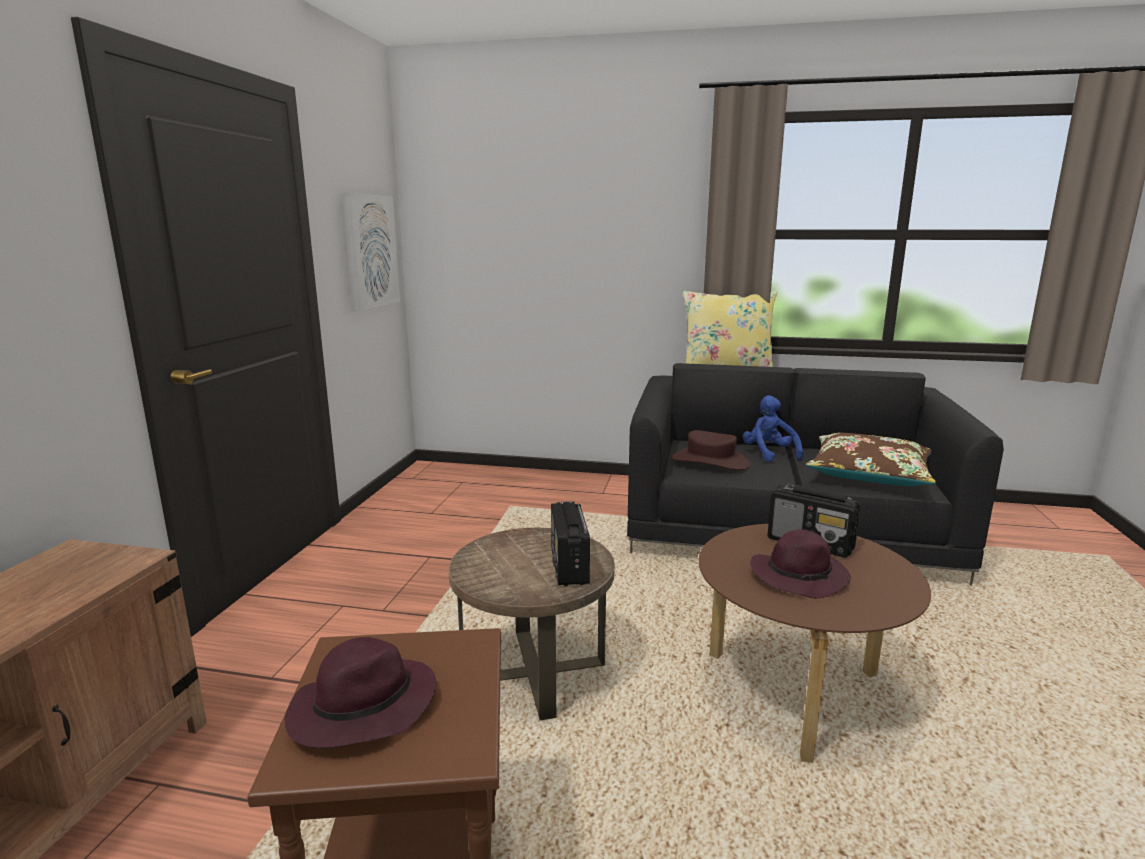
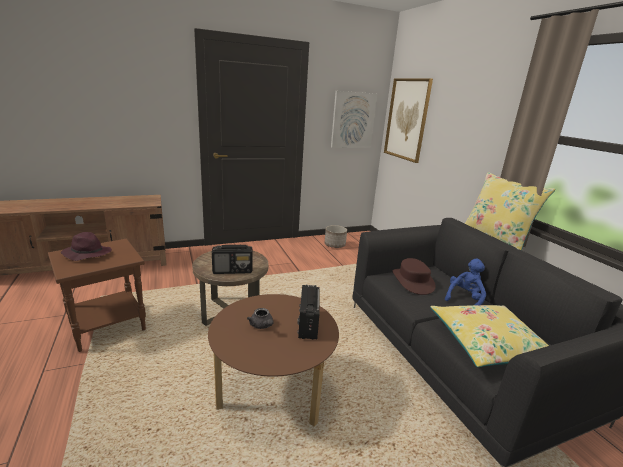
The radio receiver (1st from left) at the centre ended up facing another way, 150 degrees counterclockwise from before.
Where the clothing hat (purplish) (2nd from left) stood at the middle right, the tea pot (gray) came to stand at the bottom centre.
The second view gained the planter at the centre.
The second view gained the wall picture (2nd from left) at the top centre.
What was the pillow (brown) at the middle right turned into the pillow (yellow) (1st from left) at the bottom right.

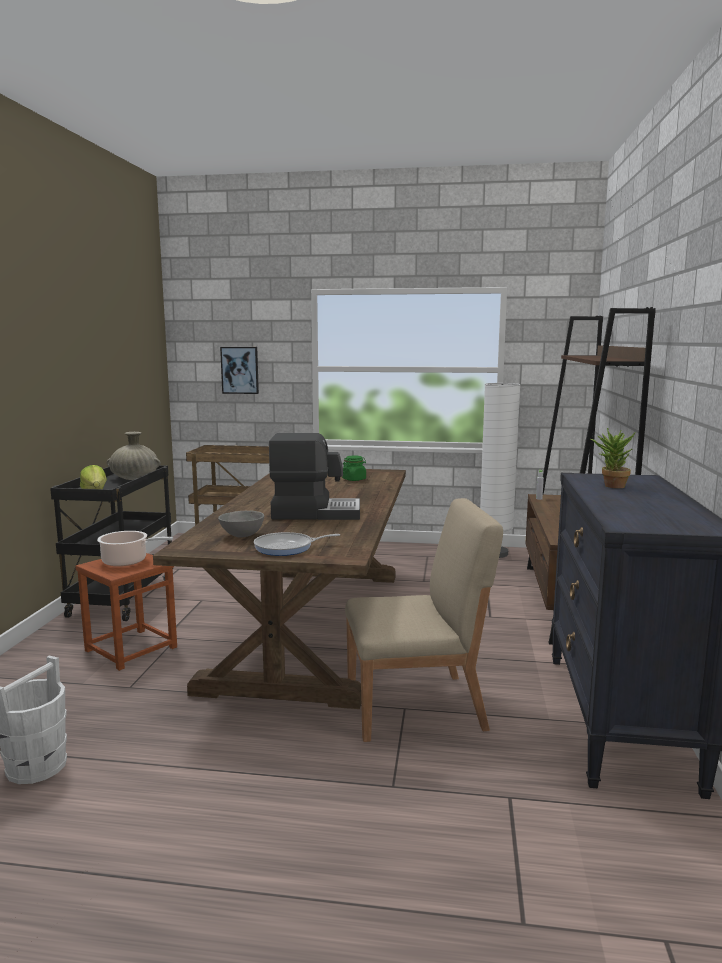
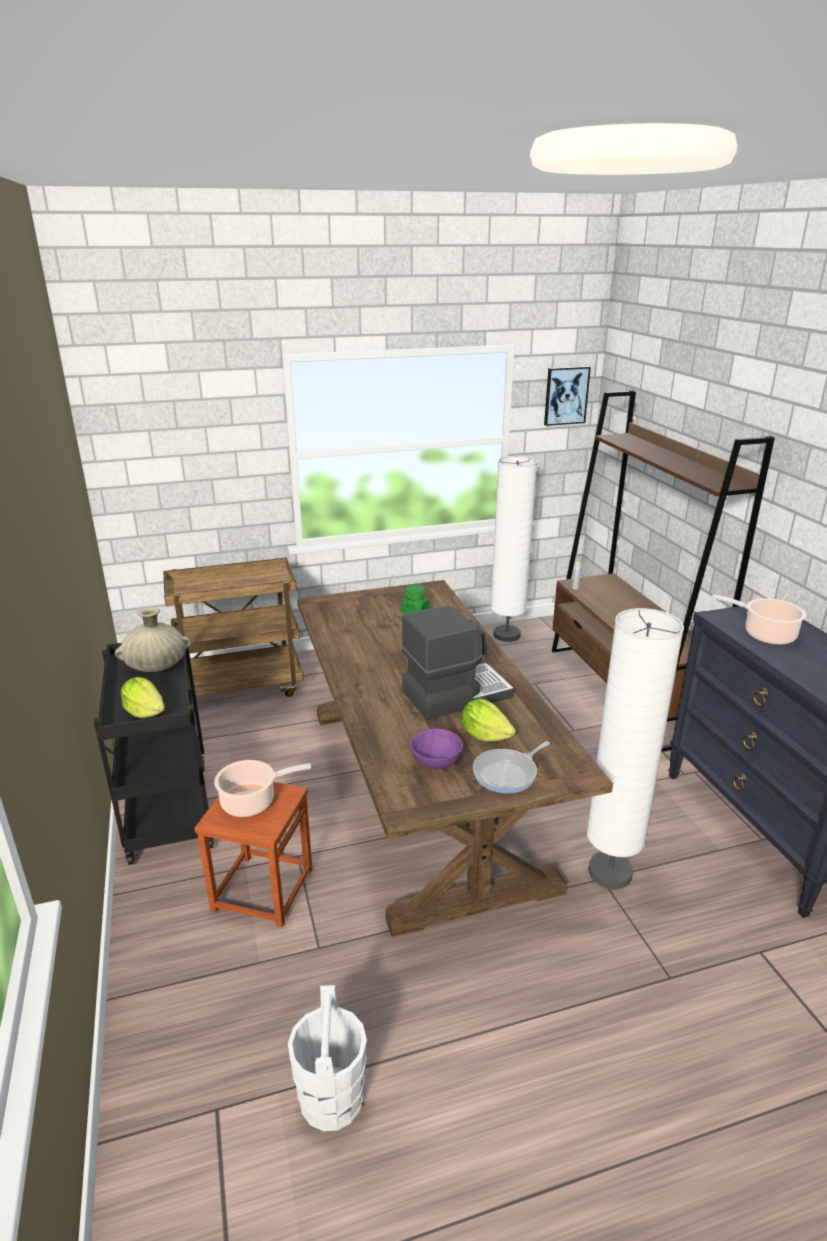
What was the serving bowl (gray) at the centre turned into the serving bowl (purplish) at the centre.
The second view gained the lettuce (2nd from left) at the centre.
The wall picture ended up elsewhere, having gone from the middle left to the top right.
Where the plain chair (beige) stood at the centre, the standard lamp (white) (2nd from left) came to stand at the middle right.
Where the plant in a pot stood at the middle right, the cooking pot (2nd from left) came to stand at the middle right.

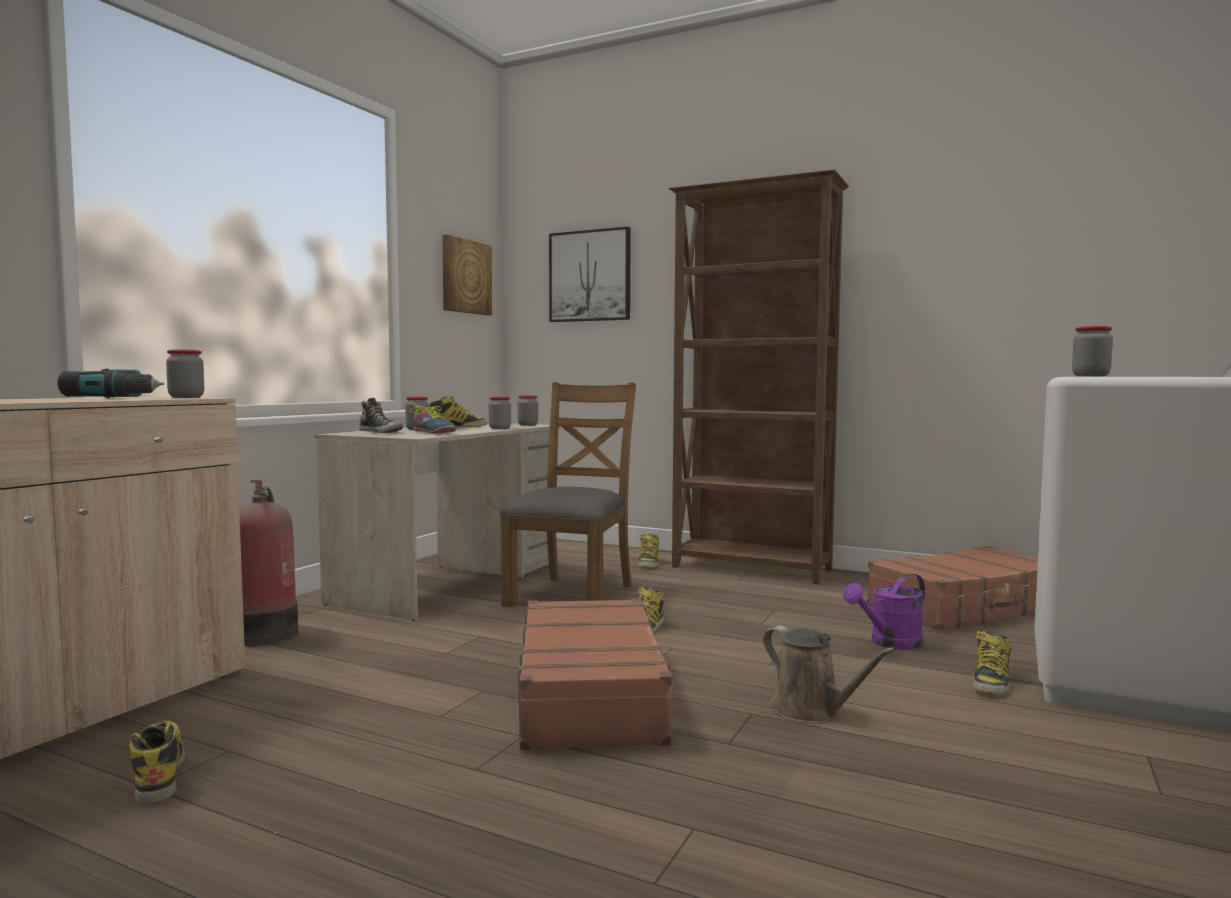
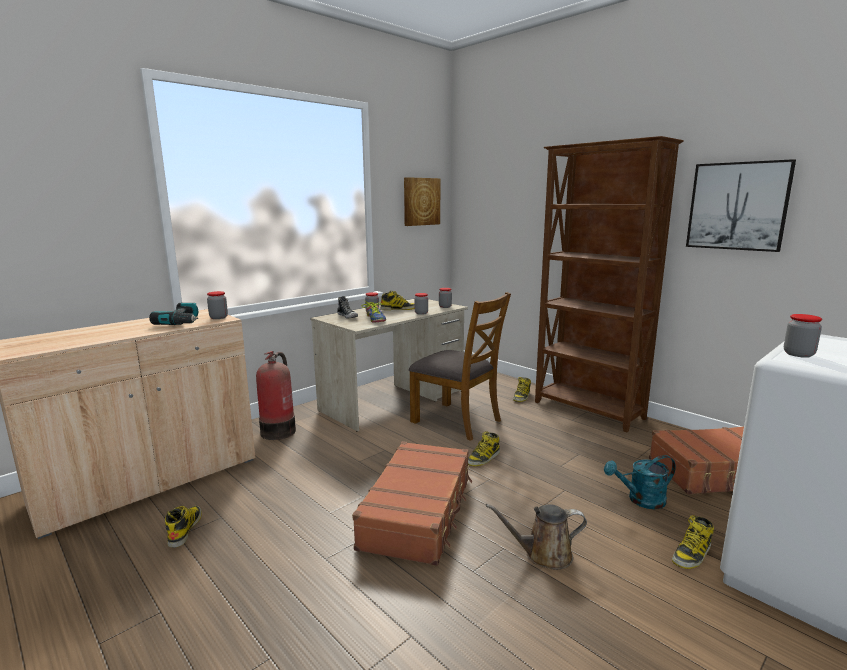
The plain chair (brown) at the centre ended up facing another way, 90 degrees clockwise from before.
The watering can (brown) at the bottom right ended up facing another way, 105 degrees clockwise from before.
What was the watering can (purplish) at the bottom right turned into the watering can (turquoise) at the bottom right.
The wall picture (2nd from left) ended up elsewhere, having gone from the top centre to the top right.

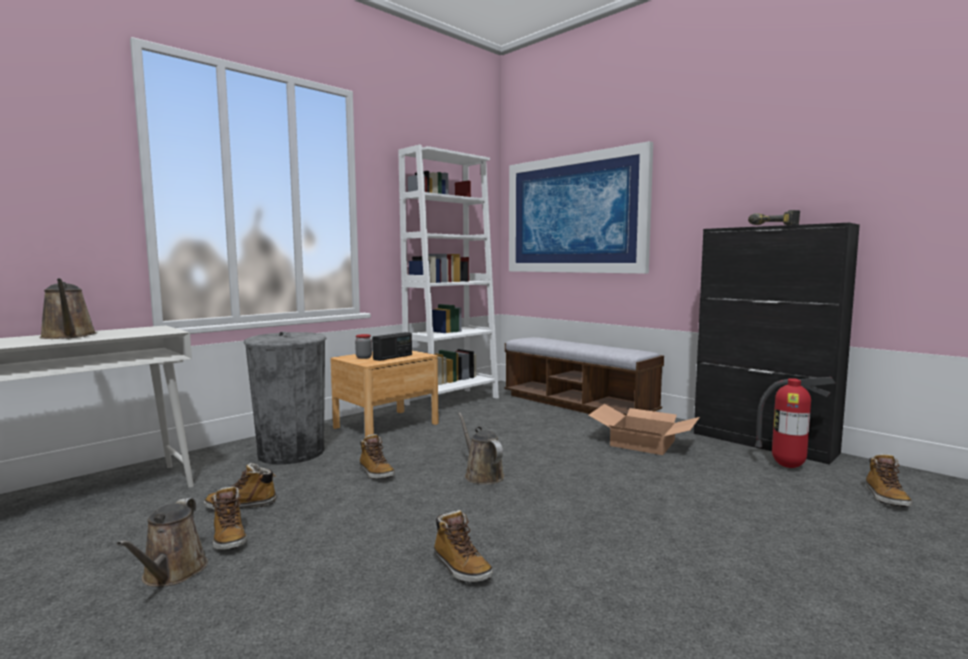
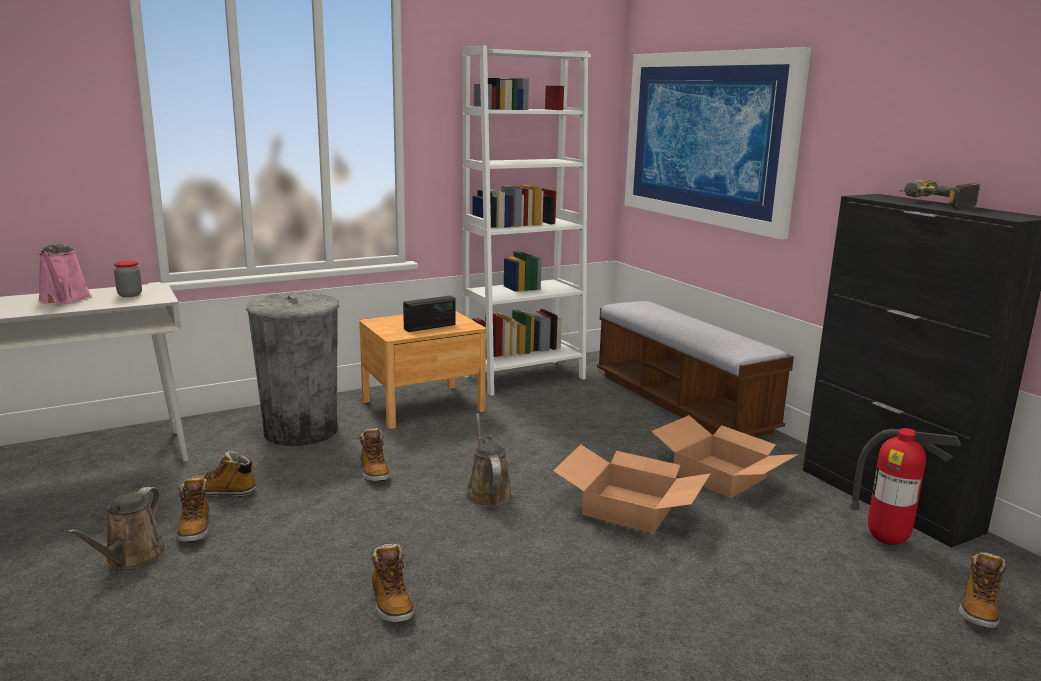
What was the watering can (brown) (1st from left) at the middle left turned into the watering can (pinkish) at the middle left.
The preserve jar ended up elsewhere, having gone from the centre to the middle left.
The second view gained the carton (1st from left) at the bottom centre.

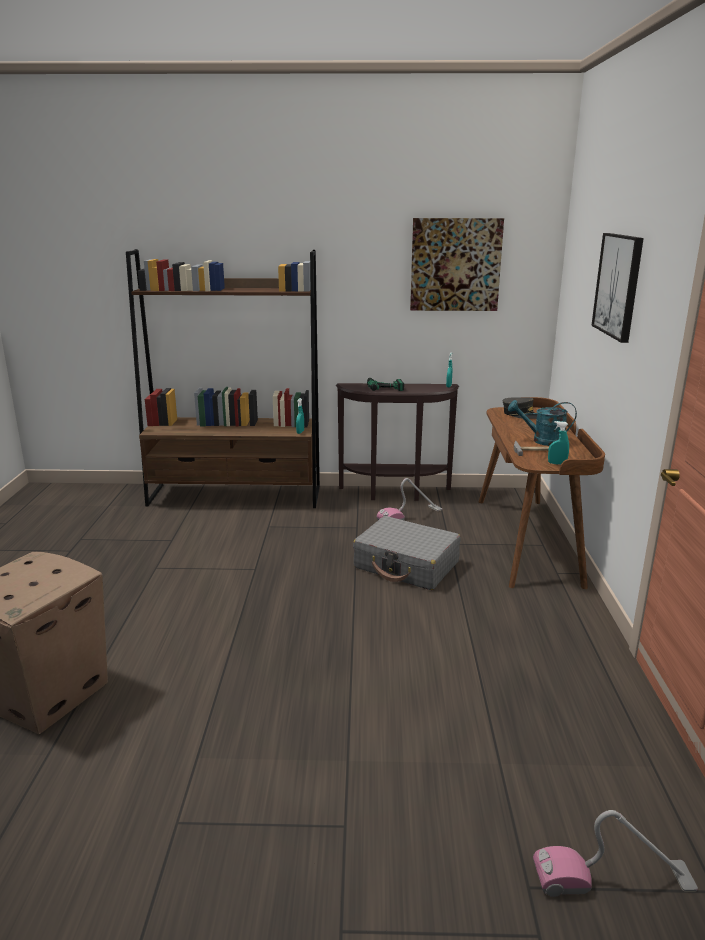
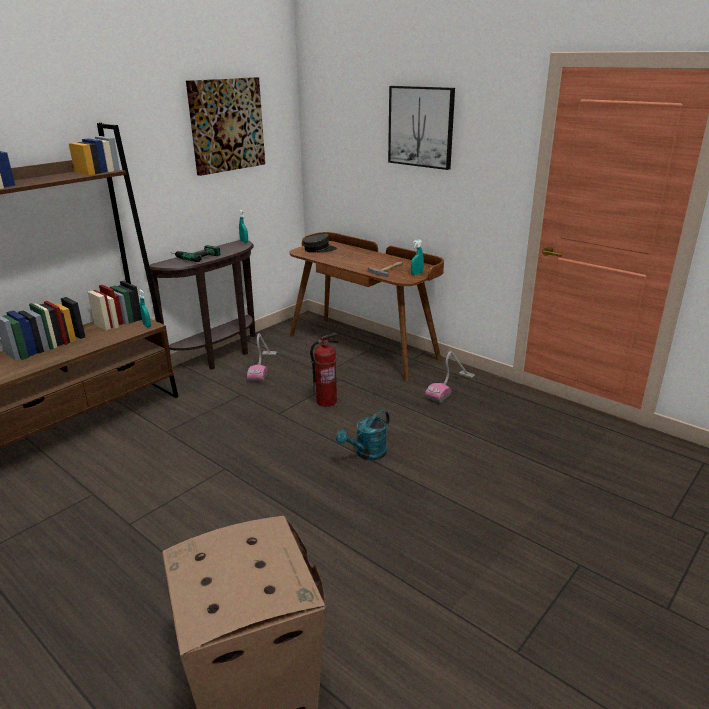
Where the piece of luggage (gray) stood at the centre, the fire-fighting cylinder came to stand at the centre.
The watering can (turquoise) ended up elsewhere, having gone from the middle right to the centre.
The hoover (2nd from left) ended up elsewhere, having gone from the bottom right to the centre.

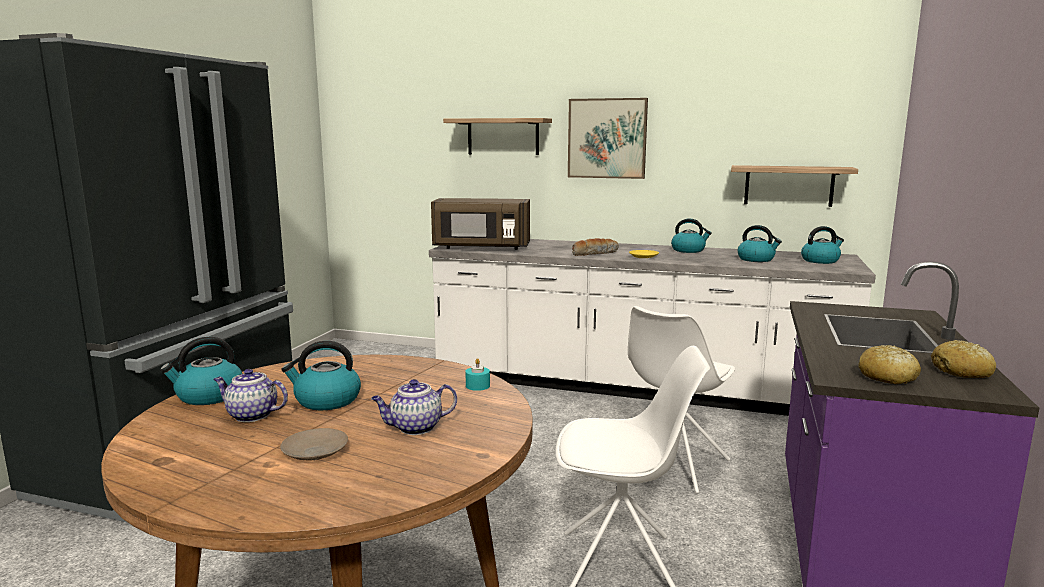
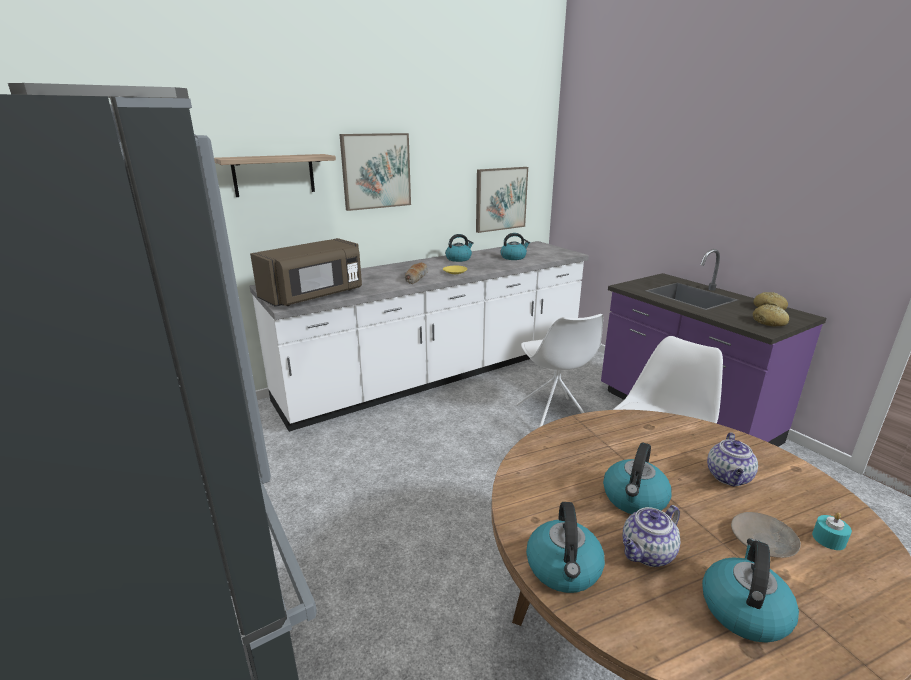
Where the shelf (2nd from left) hung at the top right, the wall picture (2nd from left) came to hang at the top centre.
The tea kettle (5th from left) ended up elsewhere, having gone from the middle right to the bottom right.
The wax candle (turquoise) ended up elsewhere, having gone from the centre to the bottom right.

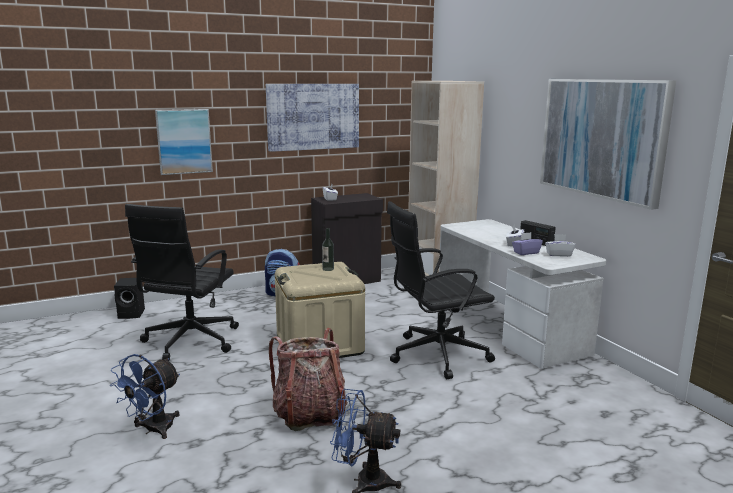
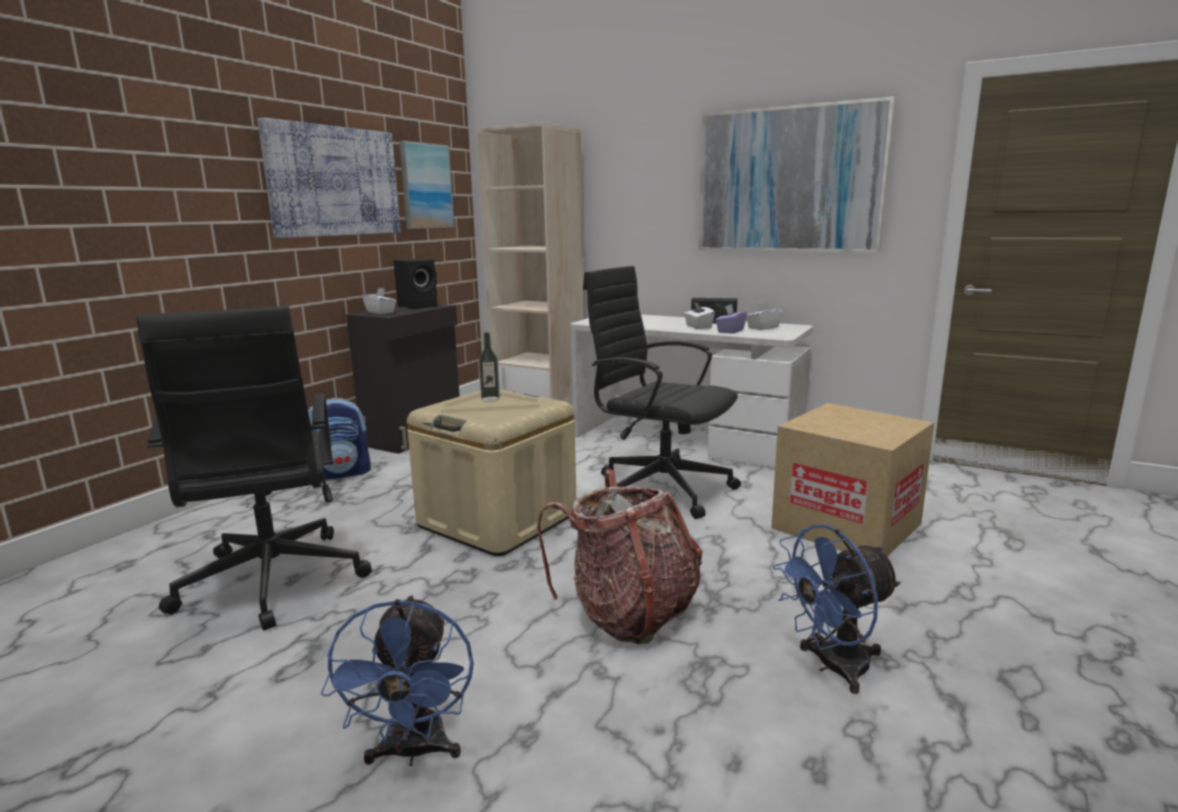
The loudspeaker (blackish) ended up elsewhere, having gone from the middle left to the centre.
The wall picture (1st from left in the first image) ended up elsewhere, having gone from the top left to the top centre.
The office chair (blackish) (2nd from left) at the centre ended up facing another way, 90 degrees clockwise from before.
The second view gained the carton at the middle right.

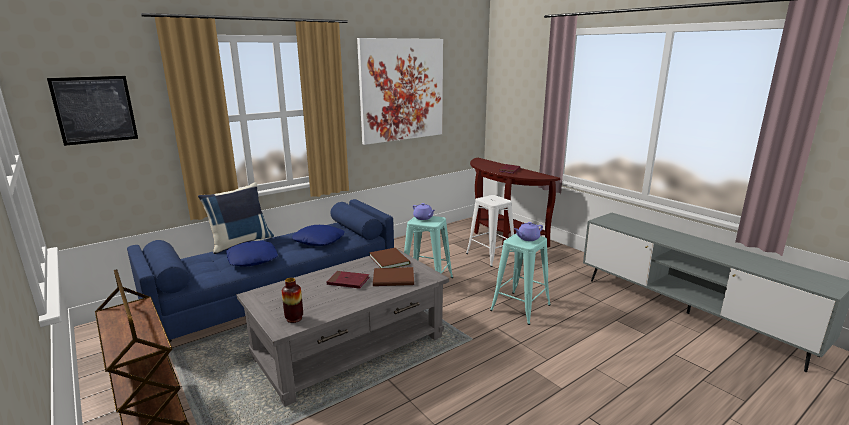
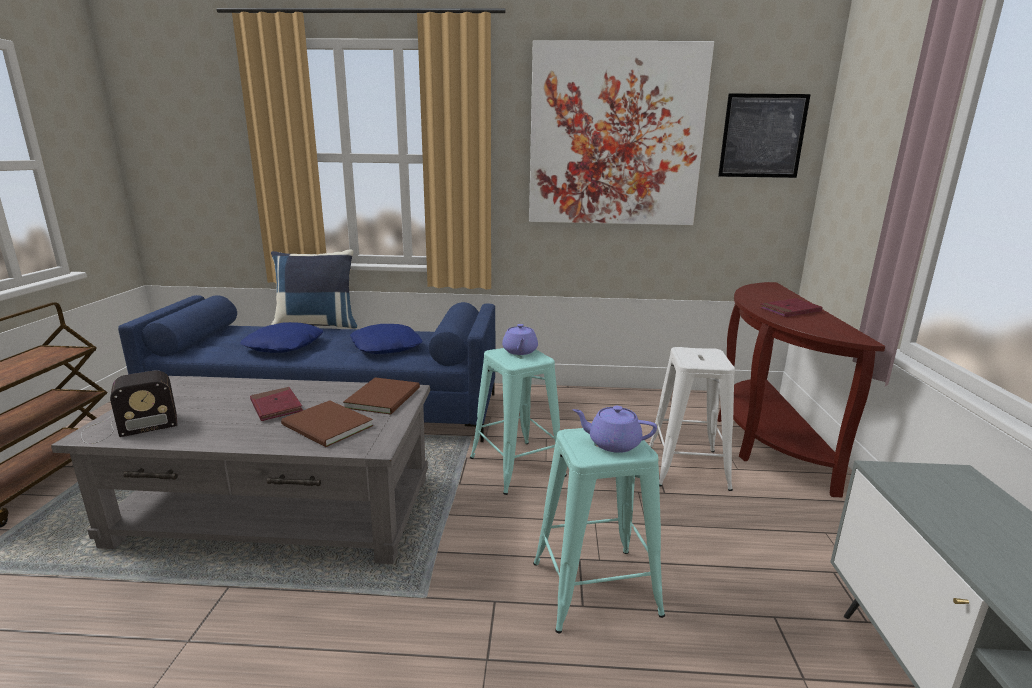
Where the flower vase stood at the bottom centre, the radio receiver came to stand at the middle left.
The wall picture (1st from left in the first image) ended up elsewhere, having gone from the top left to the top right.

